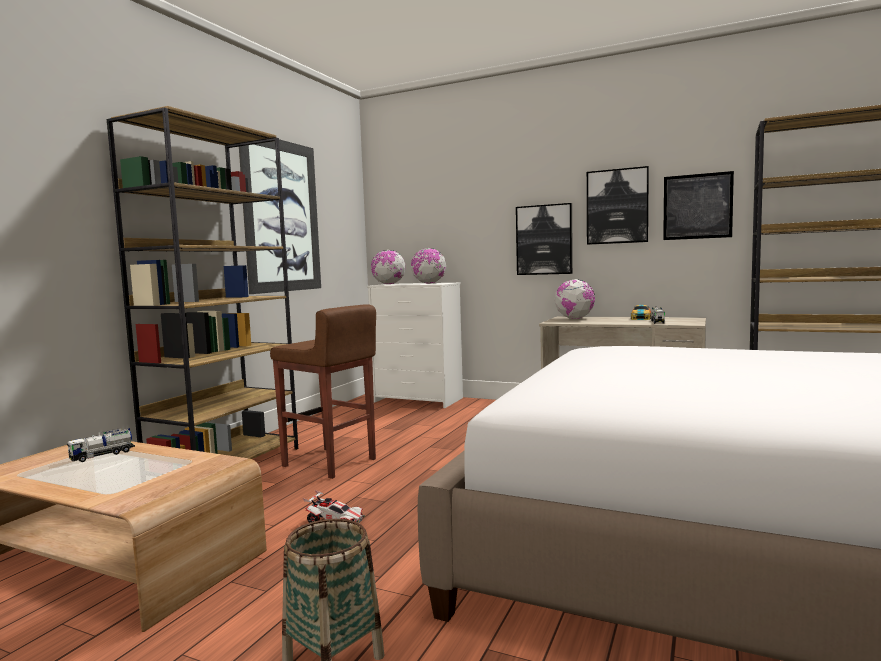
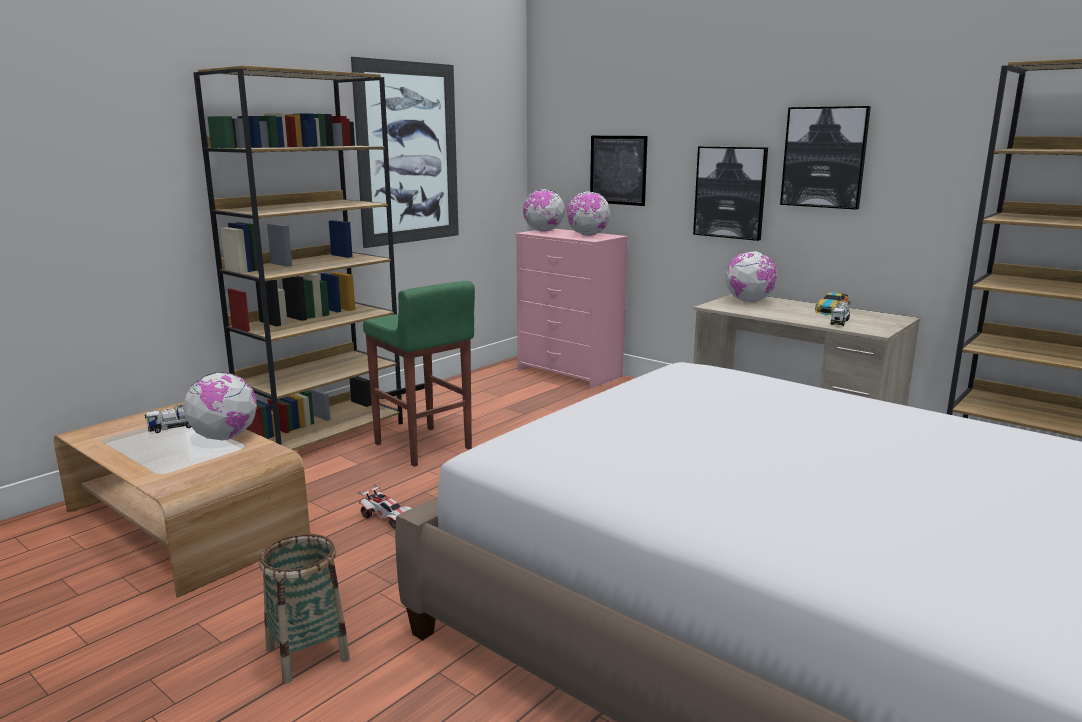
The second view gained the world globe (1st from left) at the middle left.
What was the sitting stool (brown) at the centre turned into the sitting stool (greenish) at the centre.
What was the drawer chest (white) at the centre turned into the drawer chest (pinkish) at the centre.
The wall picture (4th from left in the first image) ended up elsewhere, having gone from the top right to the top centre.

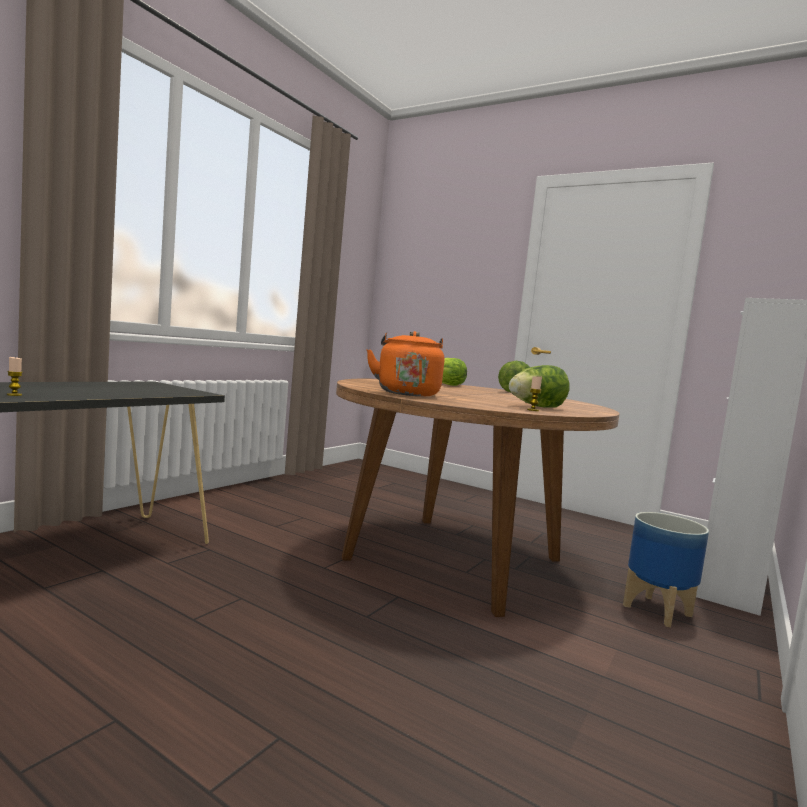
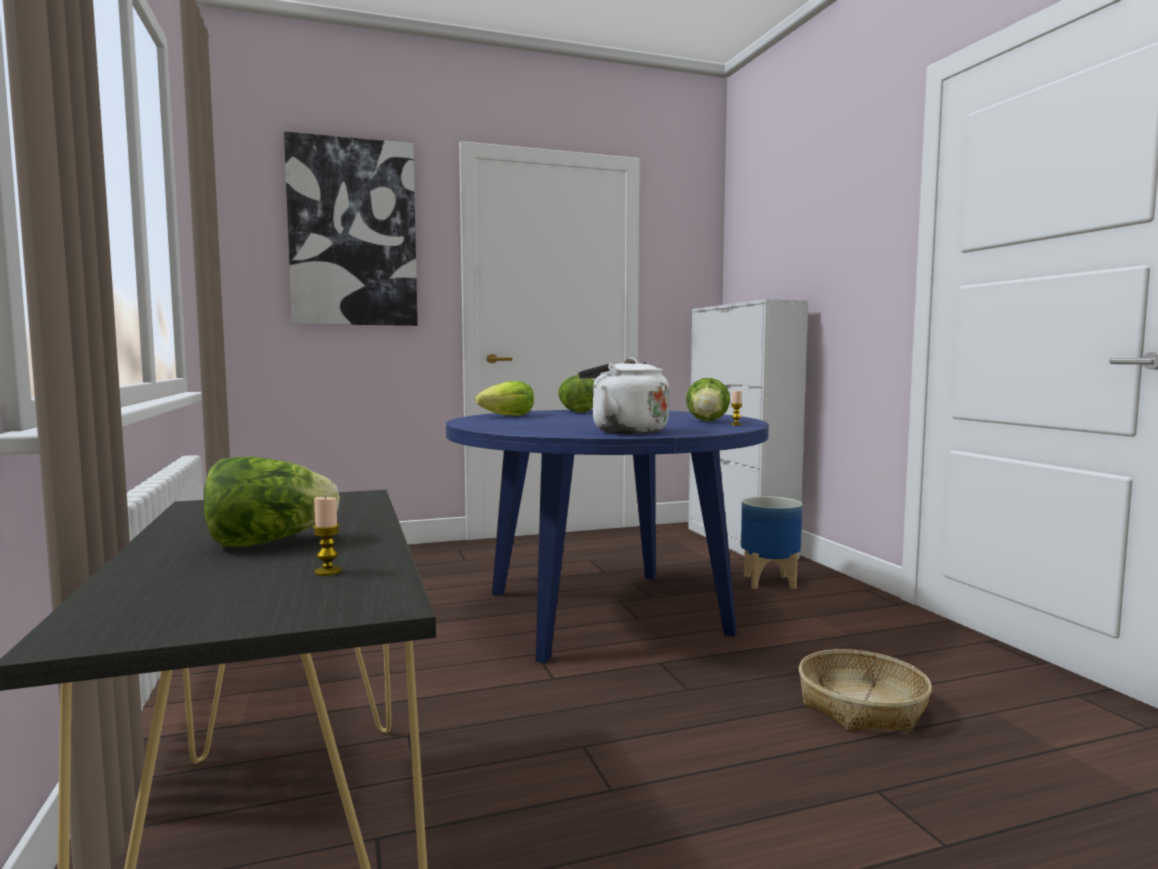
The second view gained the lettuce (1st from left) at the middle left.
The second view gained the wall picture at the top left.
What was the dining table (brown) at the centre turned into the dining table (blue) at the centre.
What was the tea kettle (orangey) at the centre turned into the tea kettle (white) at the centre.
The second view gained the household basket at the bottom right.

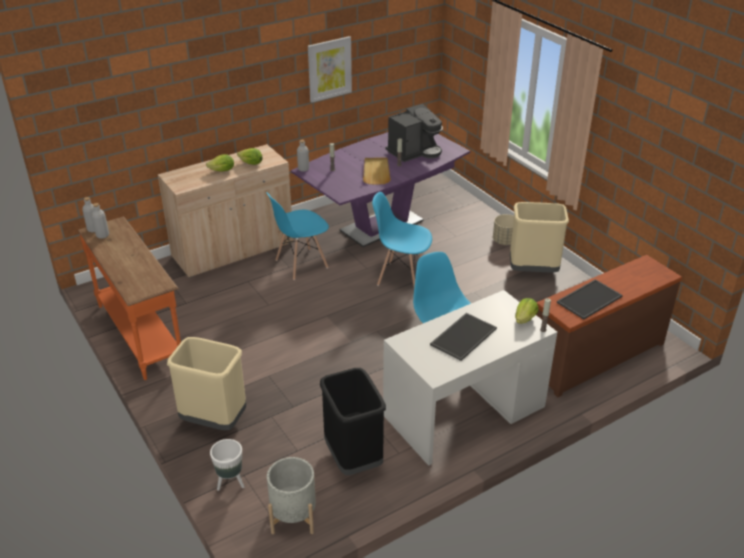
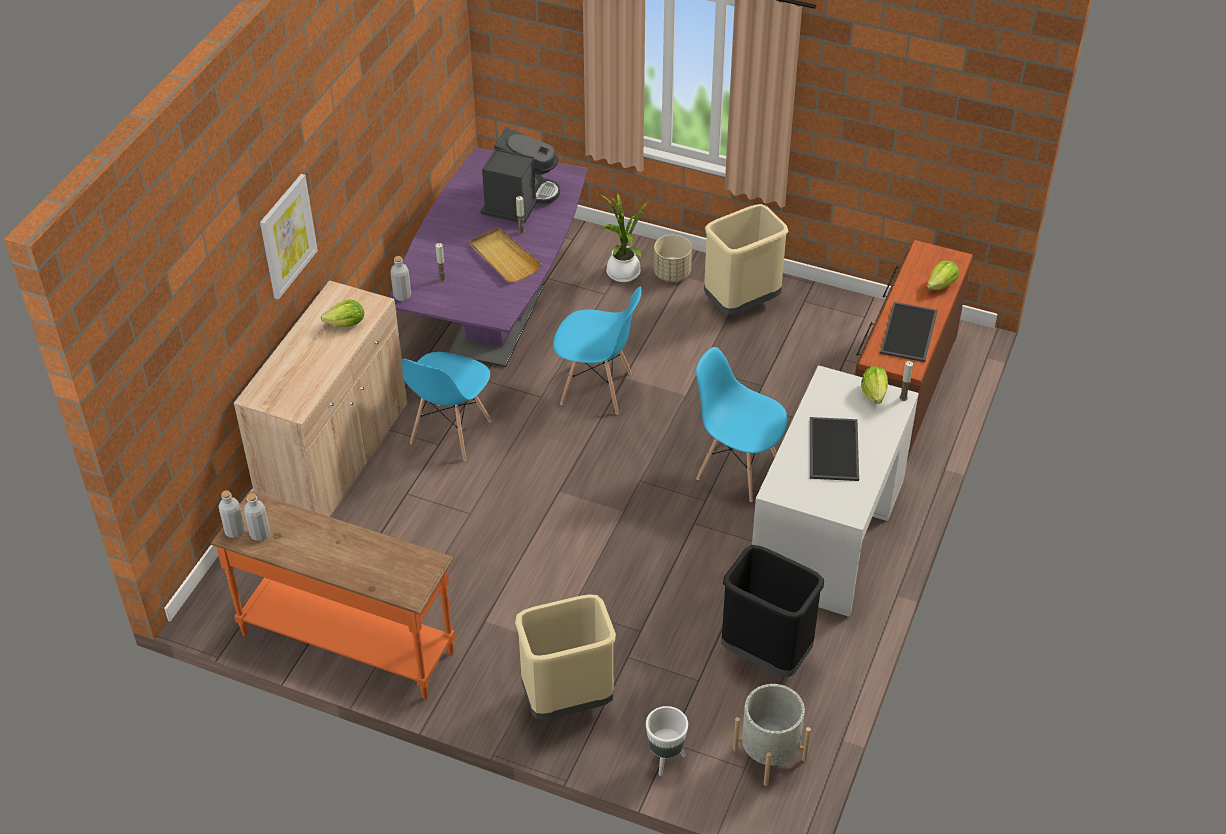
The wall picture ended up elsewhere, having gone from the top centre to the top left.
The plain chair (blue) (2nd from left) at the centre ended up facing another way, 150 degrees counterclockwise from before.
The second view gained the plant in a pot at the top centre.
The lettuce (1st from left in the first image) ended up elsewhere, having gone from the top left to the top right.

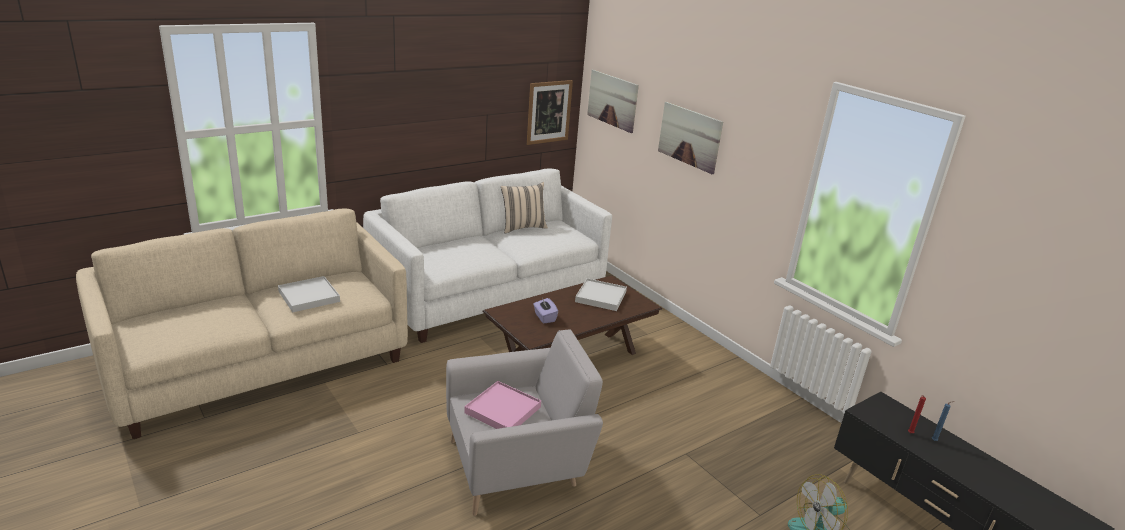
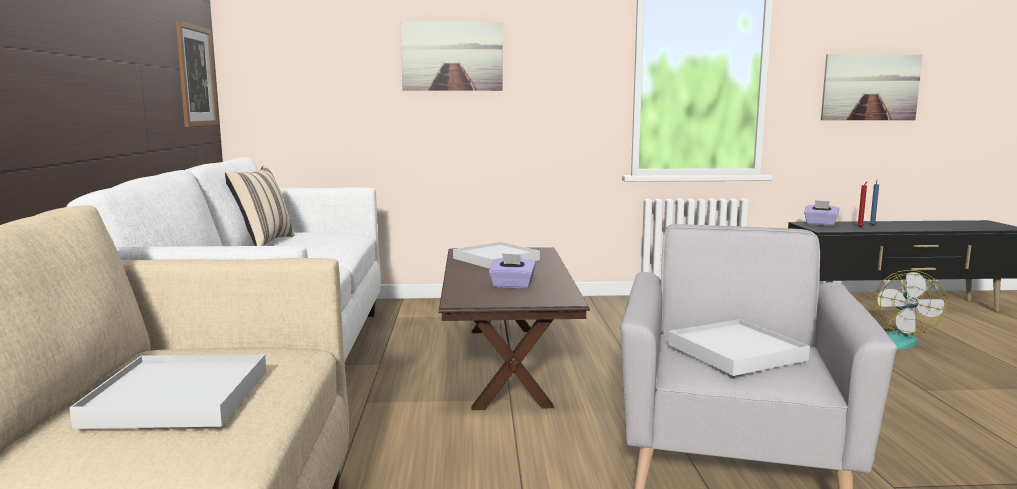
What was the carrying tray (pinkish) at the bottom centre turned into the carrying tray (white) (3rd from left) at the bottom right.
The second view gained the tissue box (purplish) (2nd from left) at the middle right.
The wall picture (2nd from left in the first image) ended up elsewhere, having gone from the top centre to the top right.

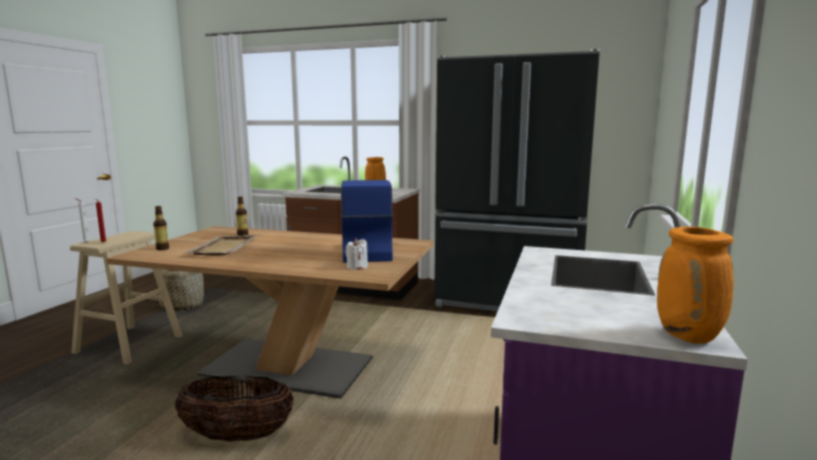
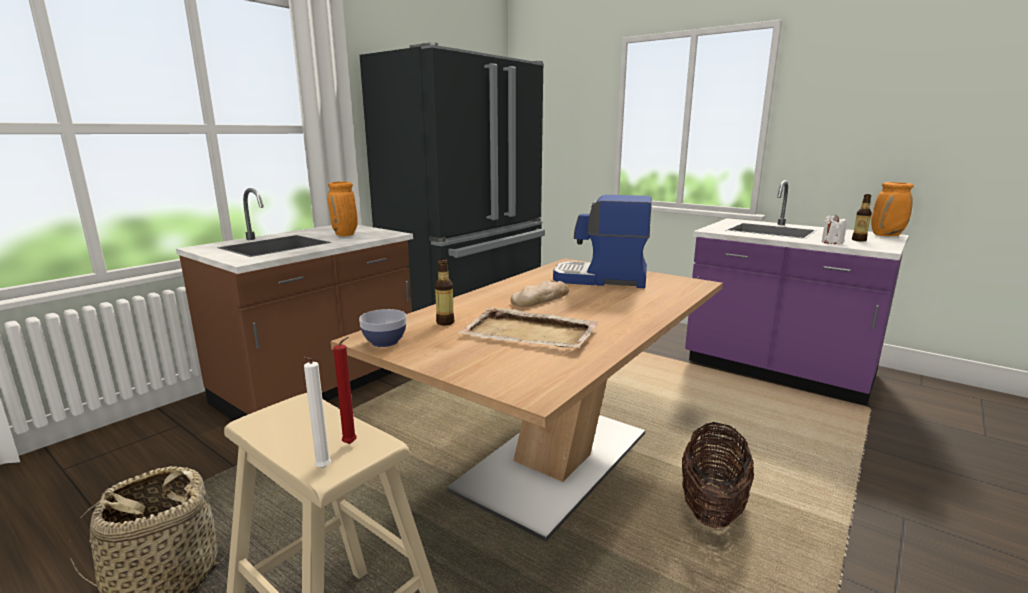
The second view gained the serving bowl at the centre.
The second view gained the bakery bread at the centre.
The wax candle (white) (2nd from left) ended up elsewhere, having gone from the centre to the middle right.
The bottle (1st from left in the first image) ended up elsewhere, having gone from the middle left to the middle right.

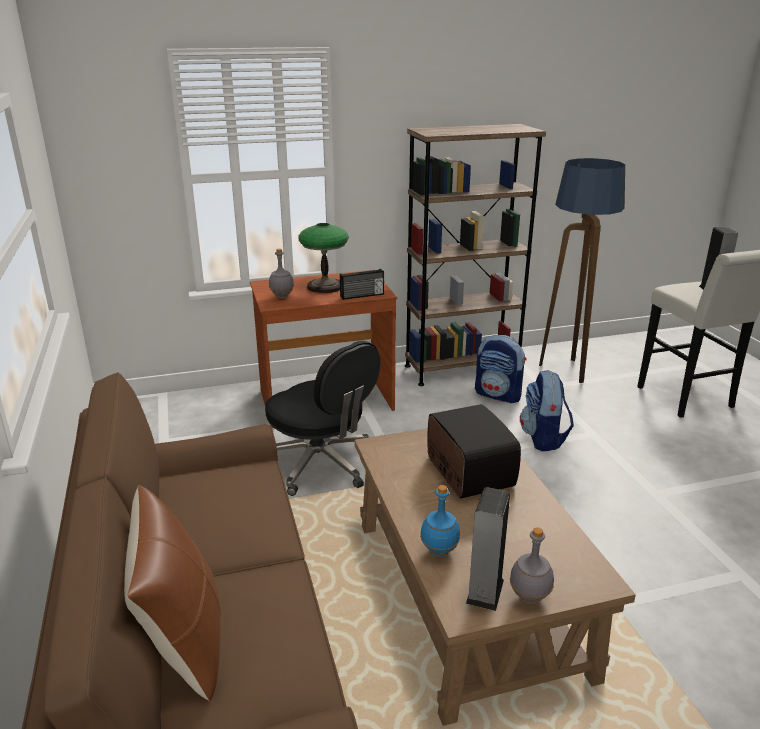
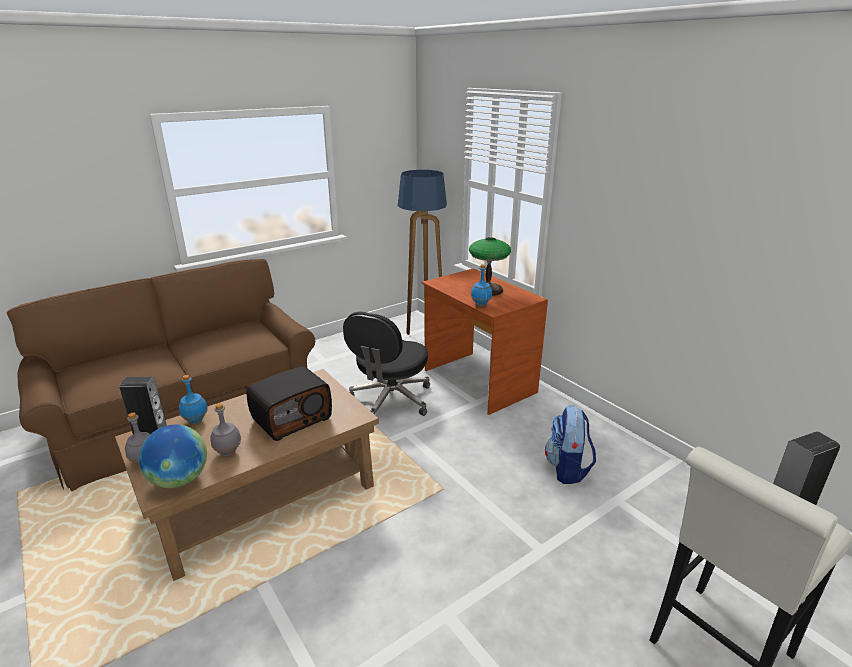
The second view gained the world globe at the bottom left.
The bottle (gray) (1st from left in the first image) ended up elsewhere, having gone from the centre to the middle left.
The standard lamp ended up elsewhere, having gone from the middle right to the centre.
Where the radio receiver (1st from left) stood at the centre, the bottle (blue) (2nd from left) came to stand at the centre.
The second view lost the pillow (brown) at the bottom left.
The second view lost the shelving unit (brown) at the centre.
The second view lost the backpack (2nd from left) at the middle right.

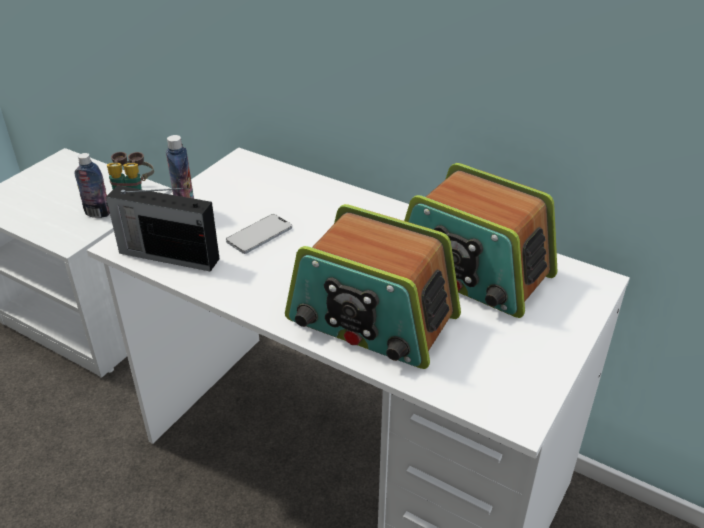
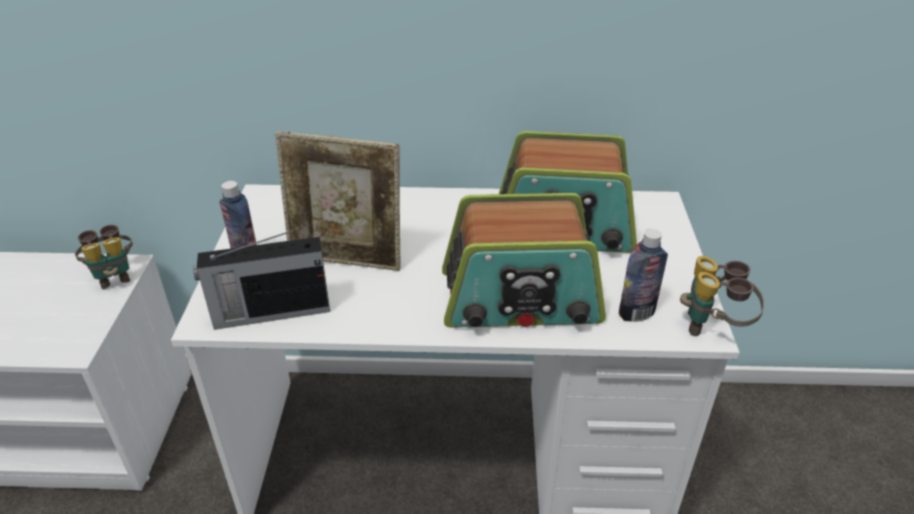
Where the phone stood at the centre, the photo frame came to stand at the centre.
The bottle (1st from left in the first image) ended up elsewhere, having gone from the middle left to the middle right.
The second view gained the binoculars (2nd from left) at the middle right.

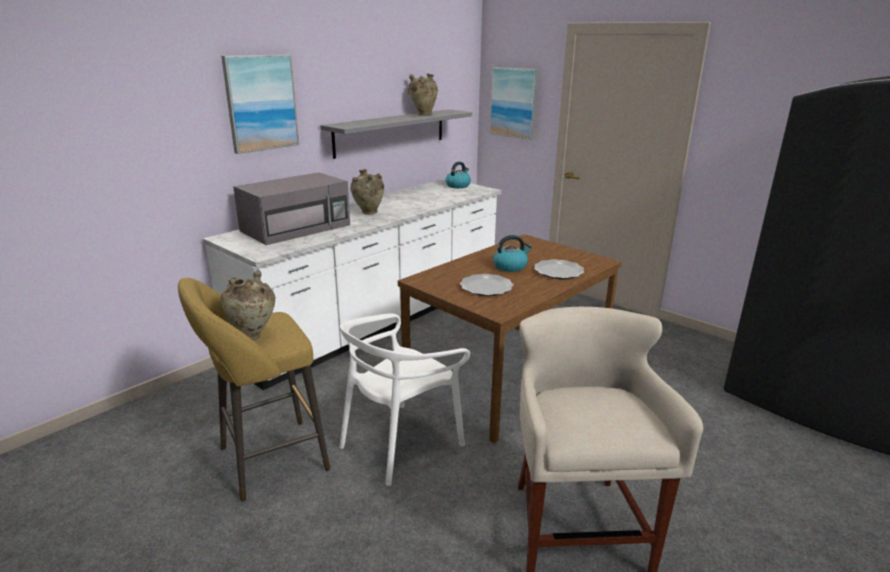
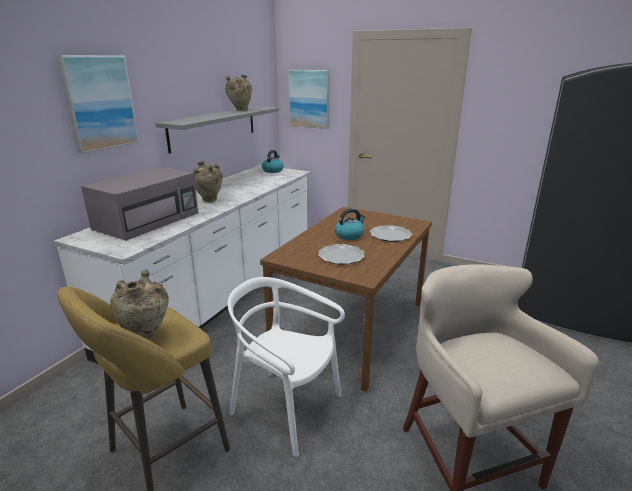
The plain chair (white) at the bottom centre ended up facing another way, 90 degrees clockwise from before.

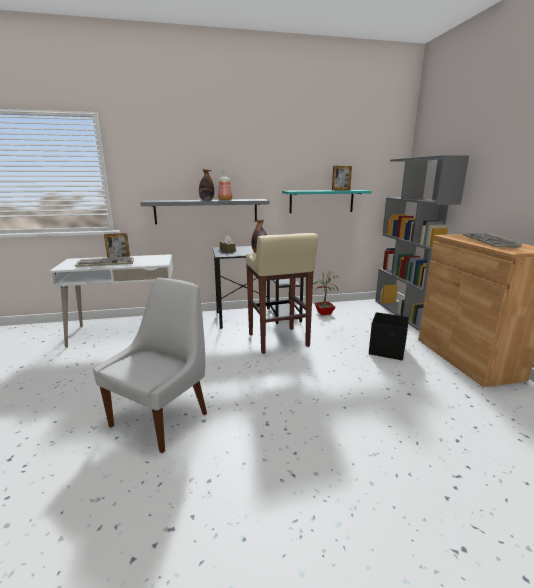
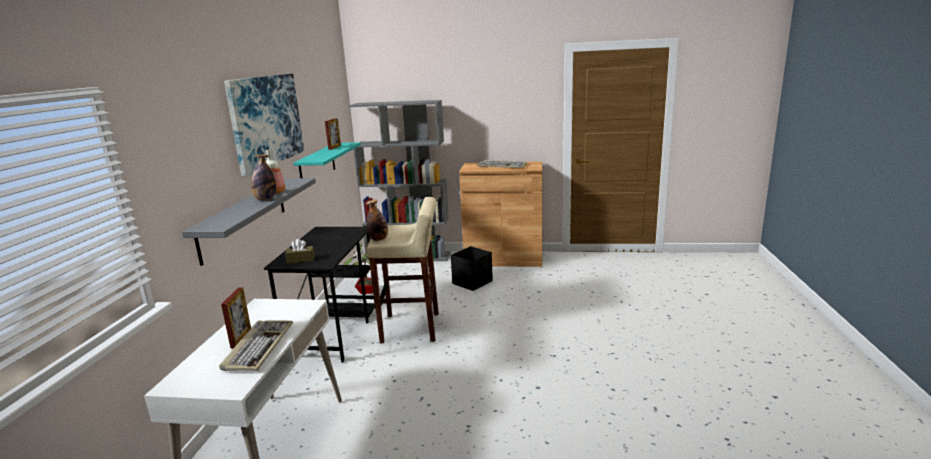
The second view gained the wall picture at the top left.
The second view lost the plain chair (white) at the middle left.

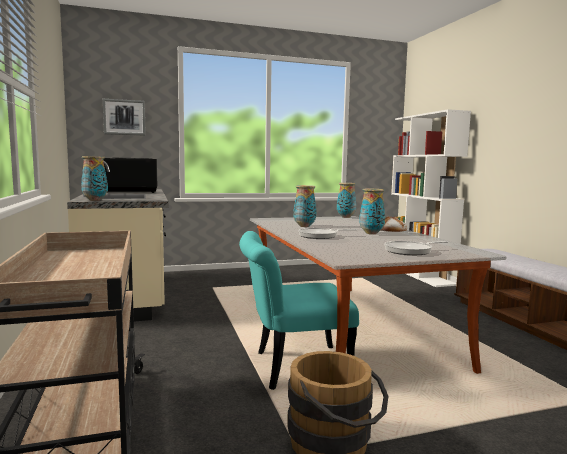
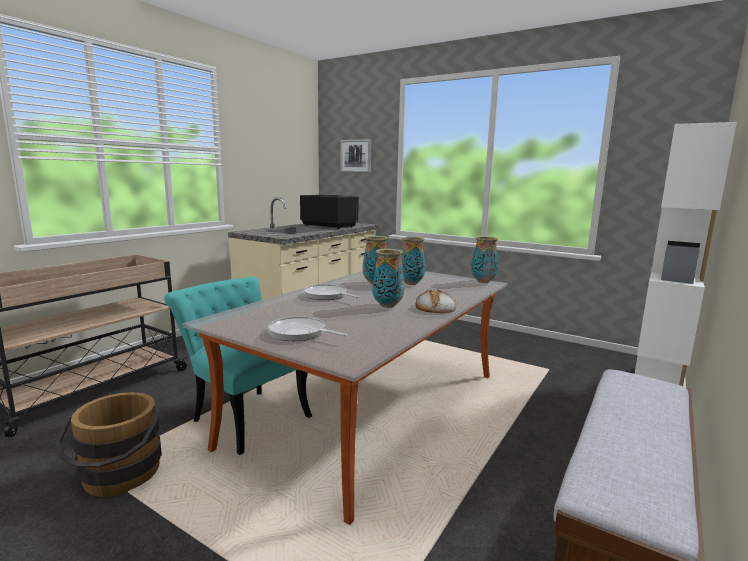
The flower vase (1st from left in the first image) ended up elsewhere, having gone from the middle left to the centre.

